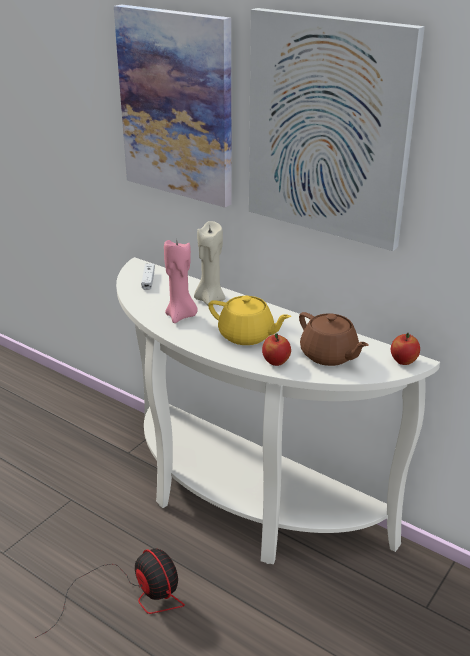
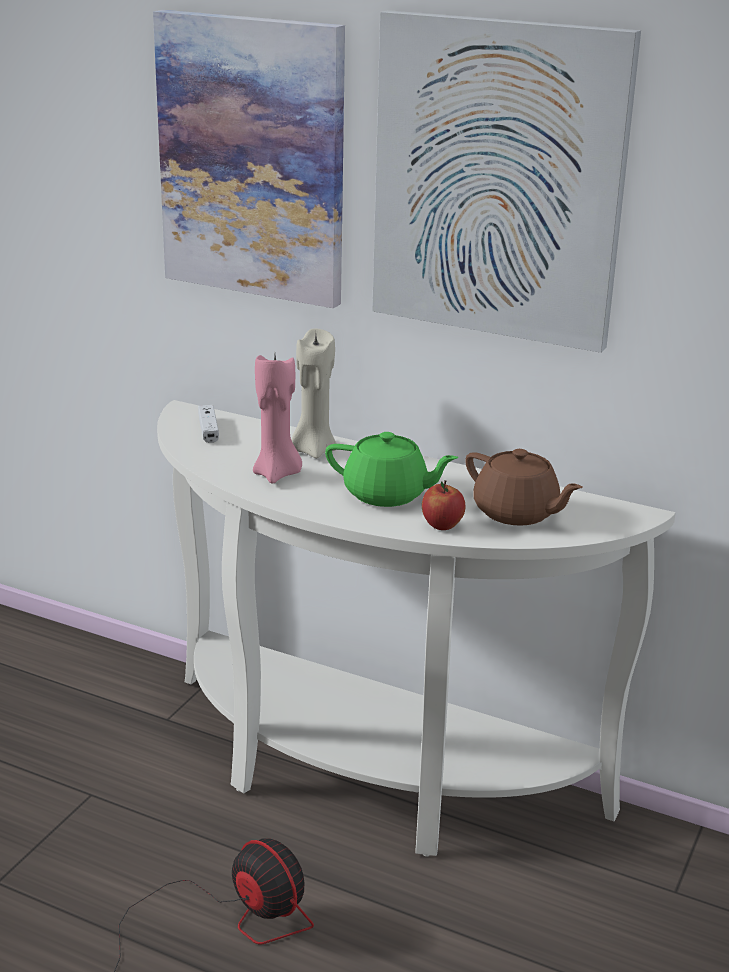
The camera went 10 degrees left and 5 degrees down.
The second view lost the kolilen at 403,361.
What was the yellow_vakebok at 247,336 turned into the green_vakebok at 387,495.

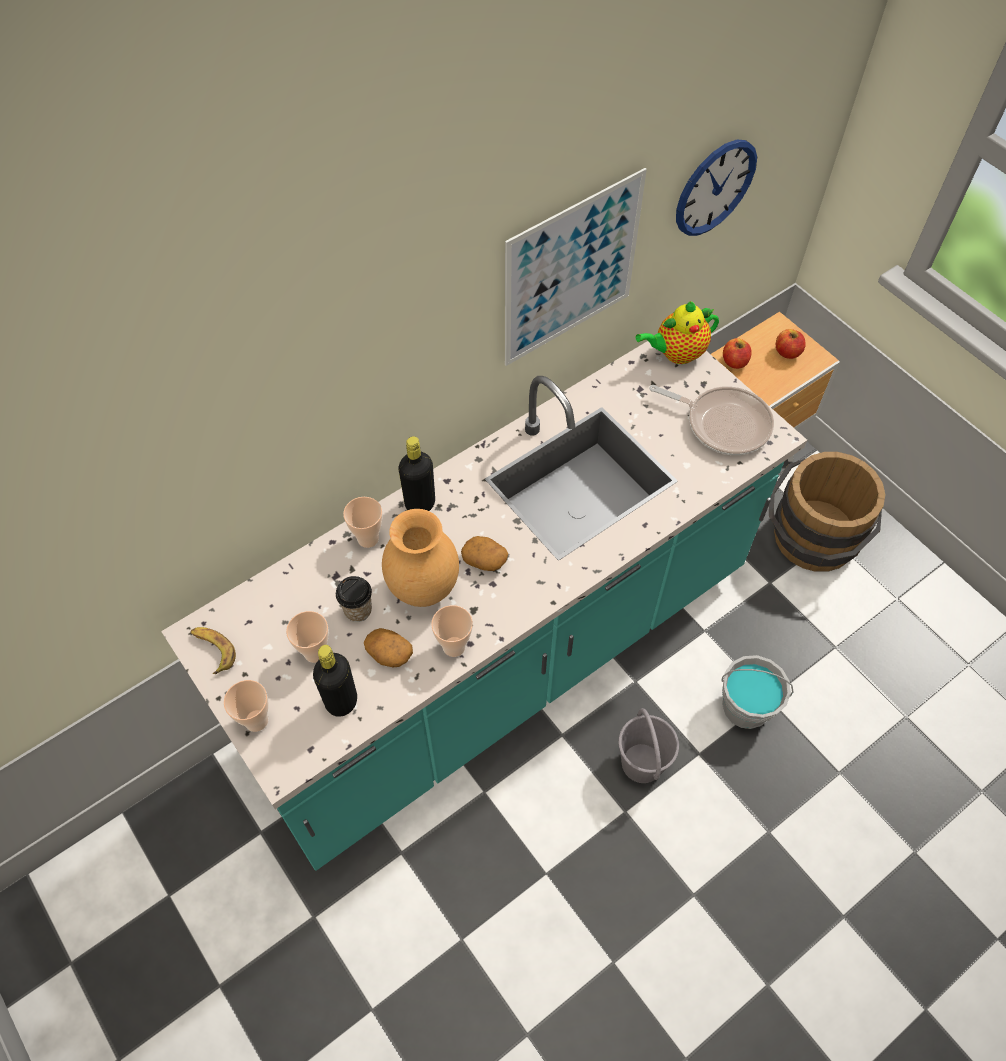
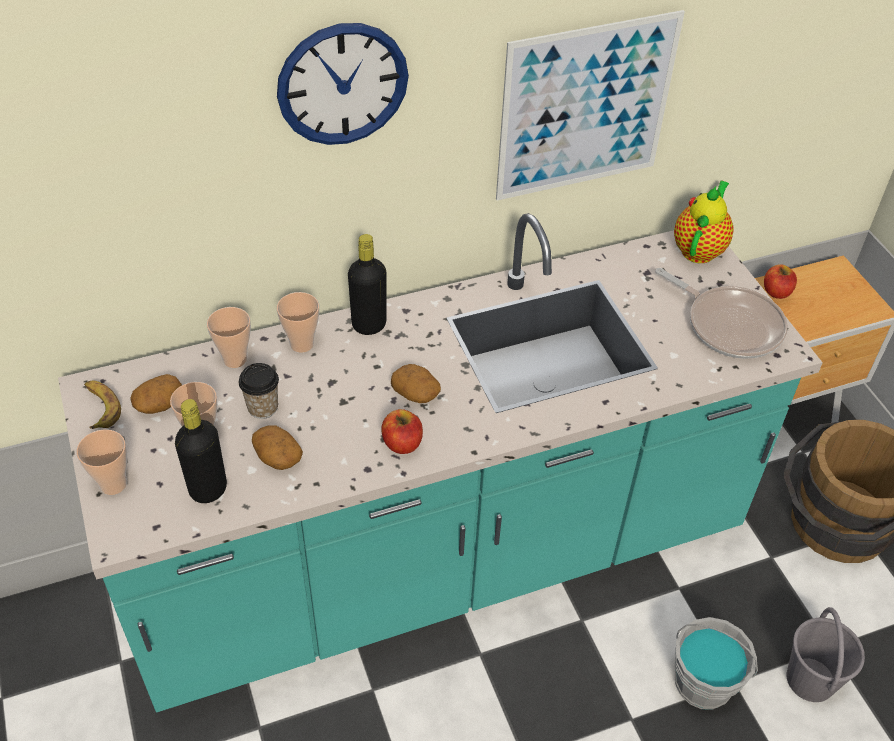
The camera went 15 degrees right and 10 degrees down.
The second view lost the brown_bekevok at 424,590.
The second view gained the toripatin at 159,404.
The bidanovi ended up elsewhere, having gone from 454,646 to 235,359.
The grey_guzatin ended up elsewhere, having gone from 641,762 to 810,679.
The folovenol ended up elsewhere, having gone from 715,188 to 342,84.
The kolilen ended up elsewhere, having gone from 787,352 to 402,443.
The vakebok at 676,354 ended up facing another way, 120 degrees clockwise from before.

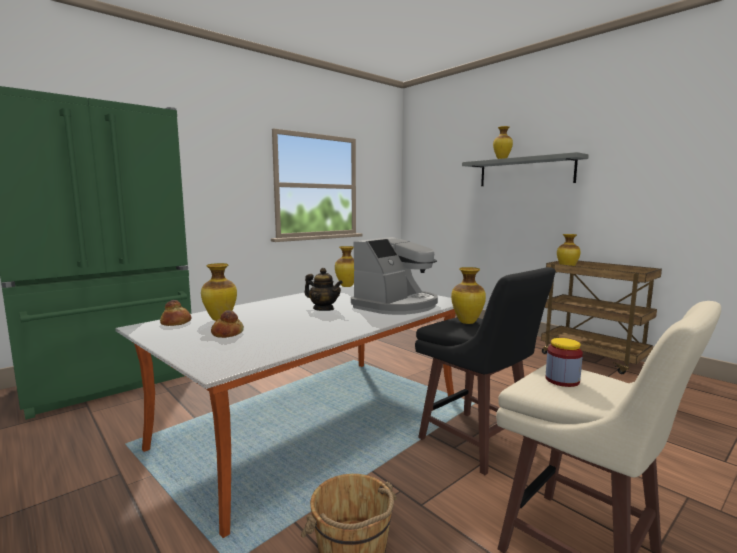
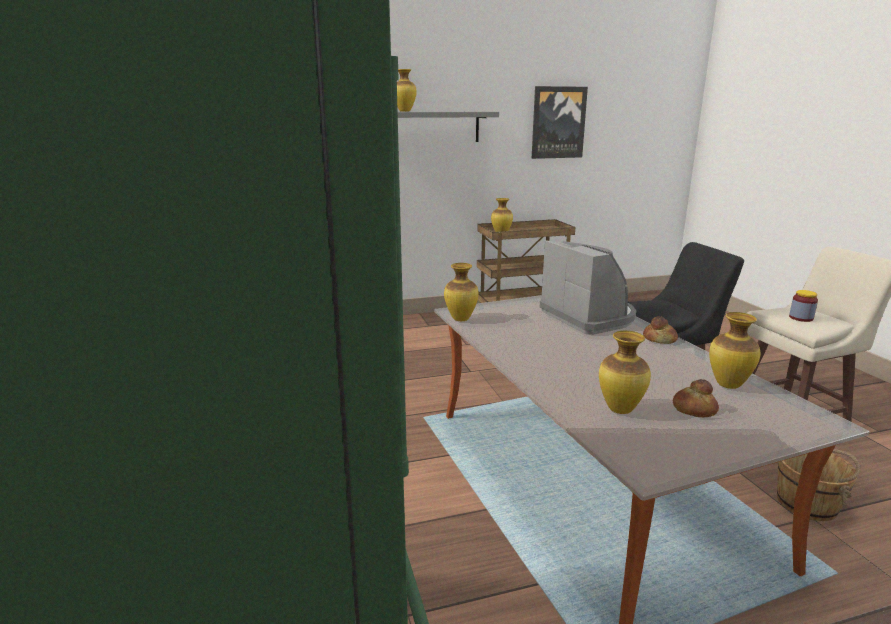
The camera went 65 degrees left and 10 degrees up.
The second view lost the vakebok at 323,309.
The second view gained the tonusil at 558,122.
The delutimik ended up elsewhere, having gone from 176,322 to 660,339.
The bekevok ended up elsewhere, having gone from 467,322 to 727,385.

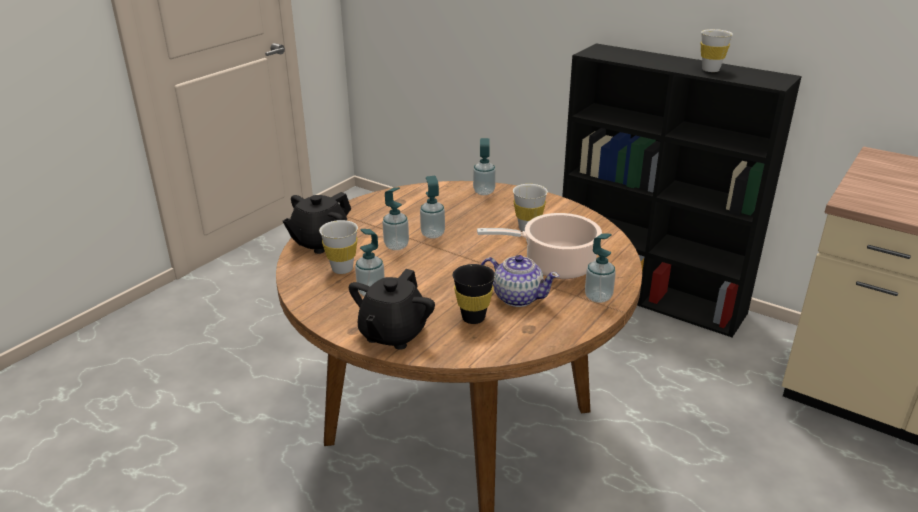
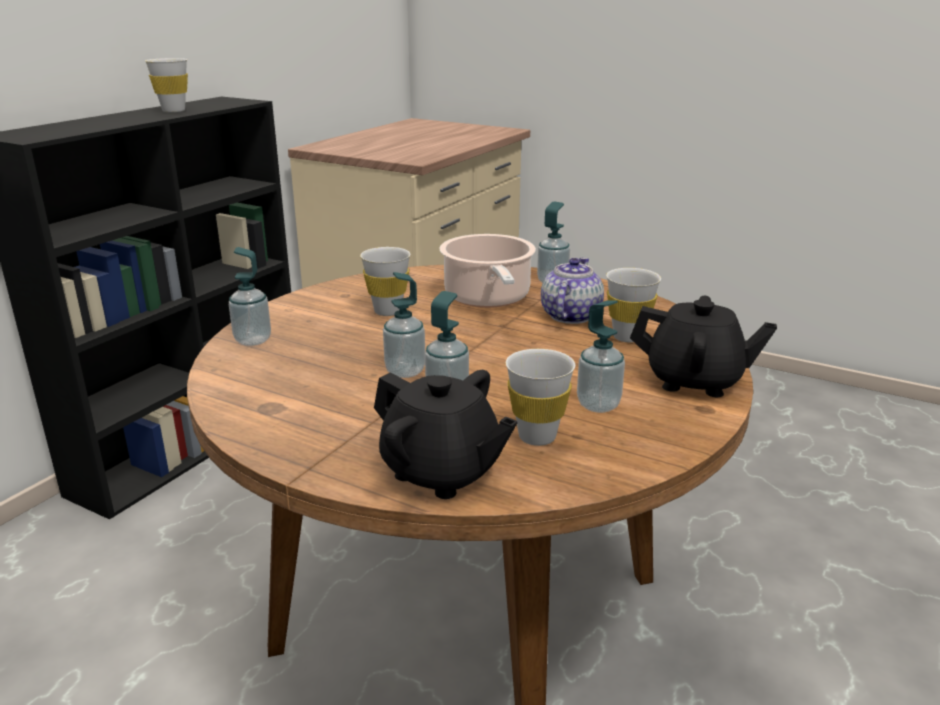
The camera went 95 degrees left and 5 degrees down.
What was the black_bidanovi at 473,318 turned into the white_bidanovi at 628,337.

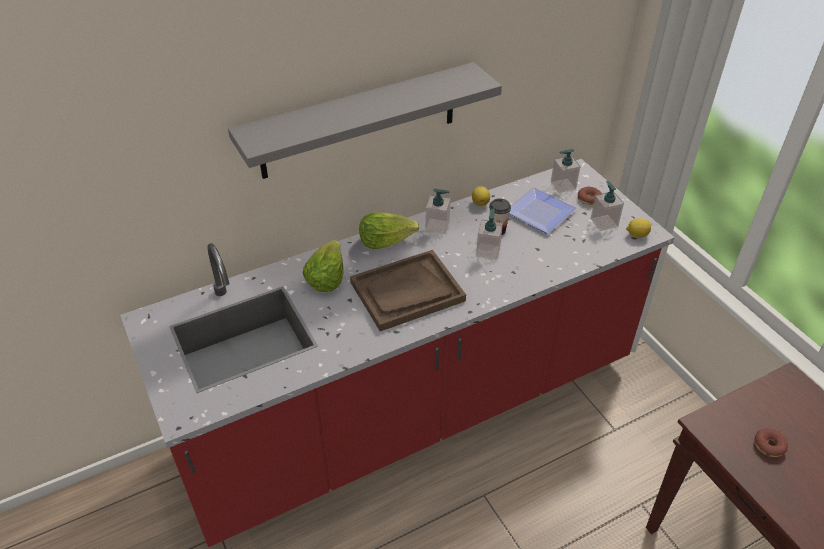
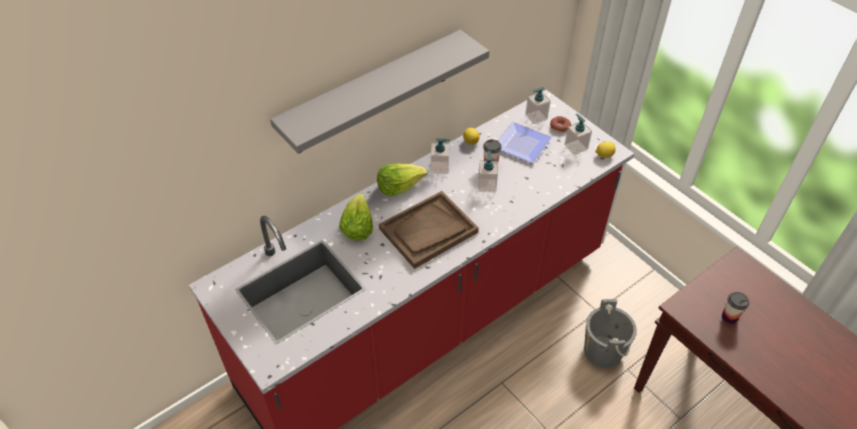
The camera went 10 degrees left and 5 degrees up.
The second view gained the grey_guzatin at 603,351.
Where the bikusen stood at 769,446, the bidanovi came to stand at 729,317.

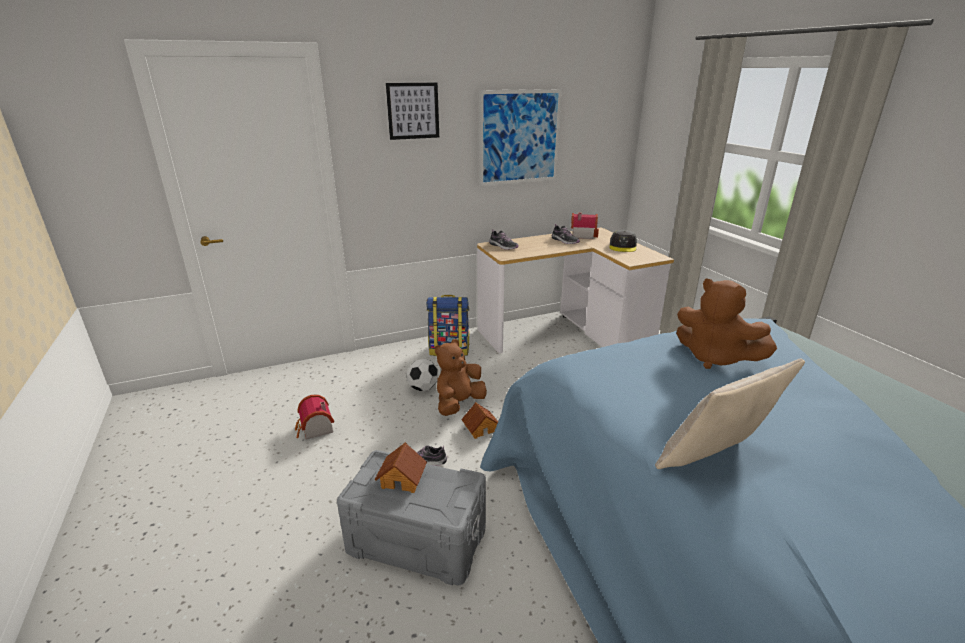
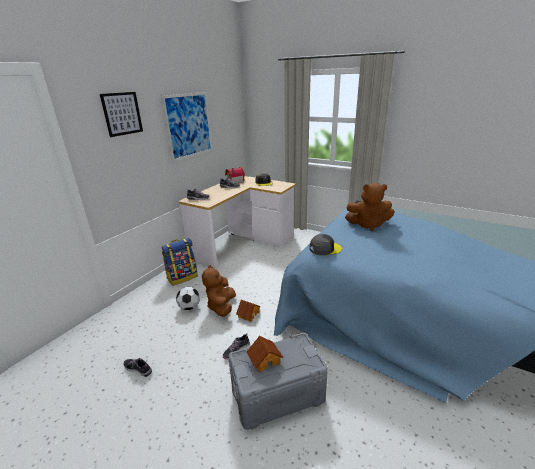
The camera went 35 degrees left and 0 degrees up.
The second view lost the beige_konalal at 714,461.
The second view gained the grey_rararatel at 325,249.
Where the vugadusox stood at 315,429, the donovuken came to stand at 138,369.

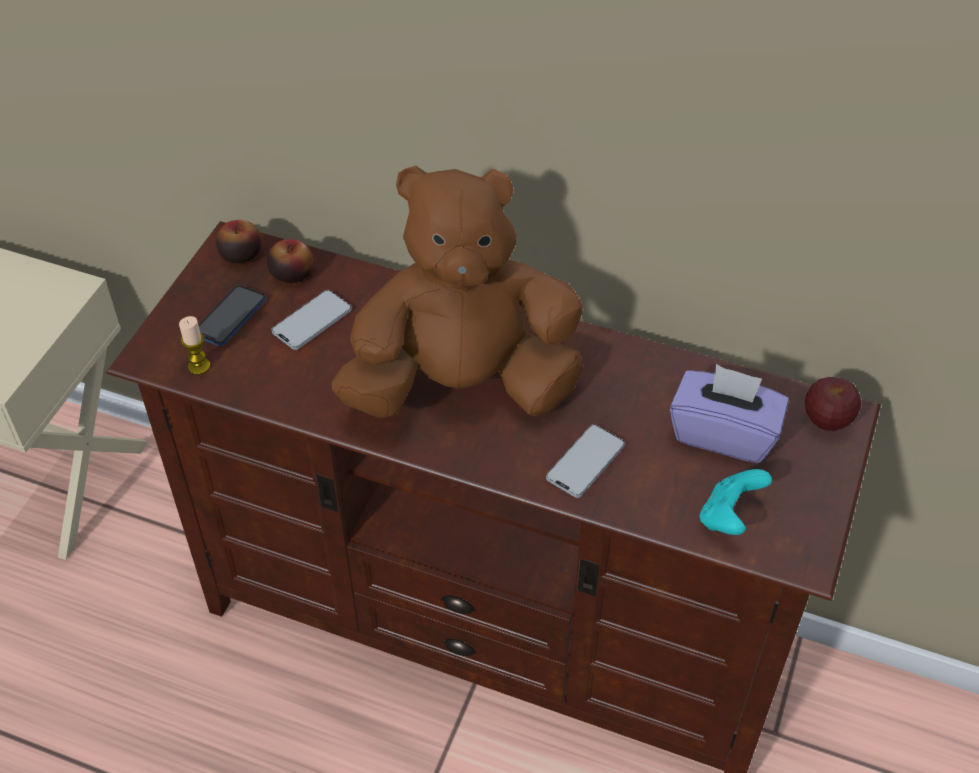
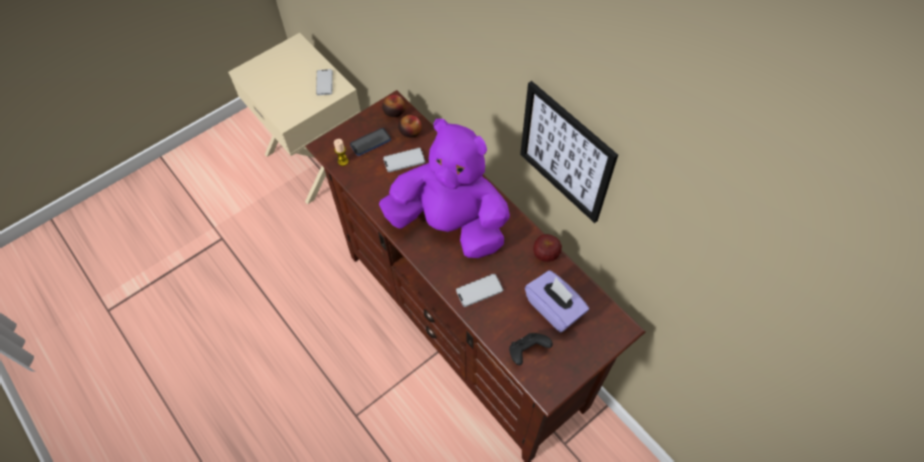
The camera went 30 degrees right and 10 degrees up.
The second view gained the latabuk at 324,83.
The second view gained the tonusil at 565,153.
The kolilen ended up elsewhere, having gone from 827,420 to 546,255.
What was the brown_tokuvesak at 463,384 turned into the purple_tokuvesak at 450,224.
What was the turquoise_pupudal at 729,516 turned into the black_pupudal at 527,351.

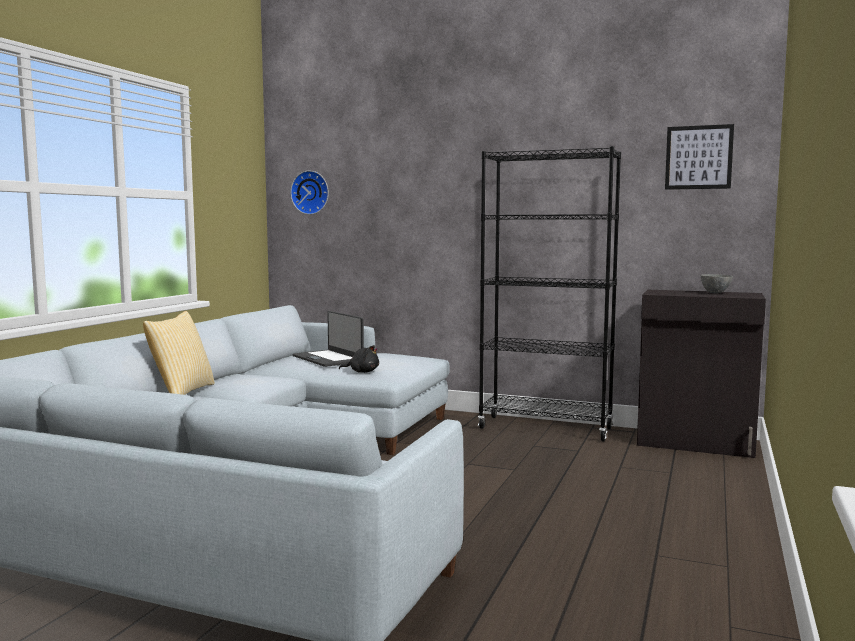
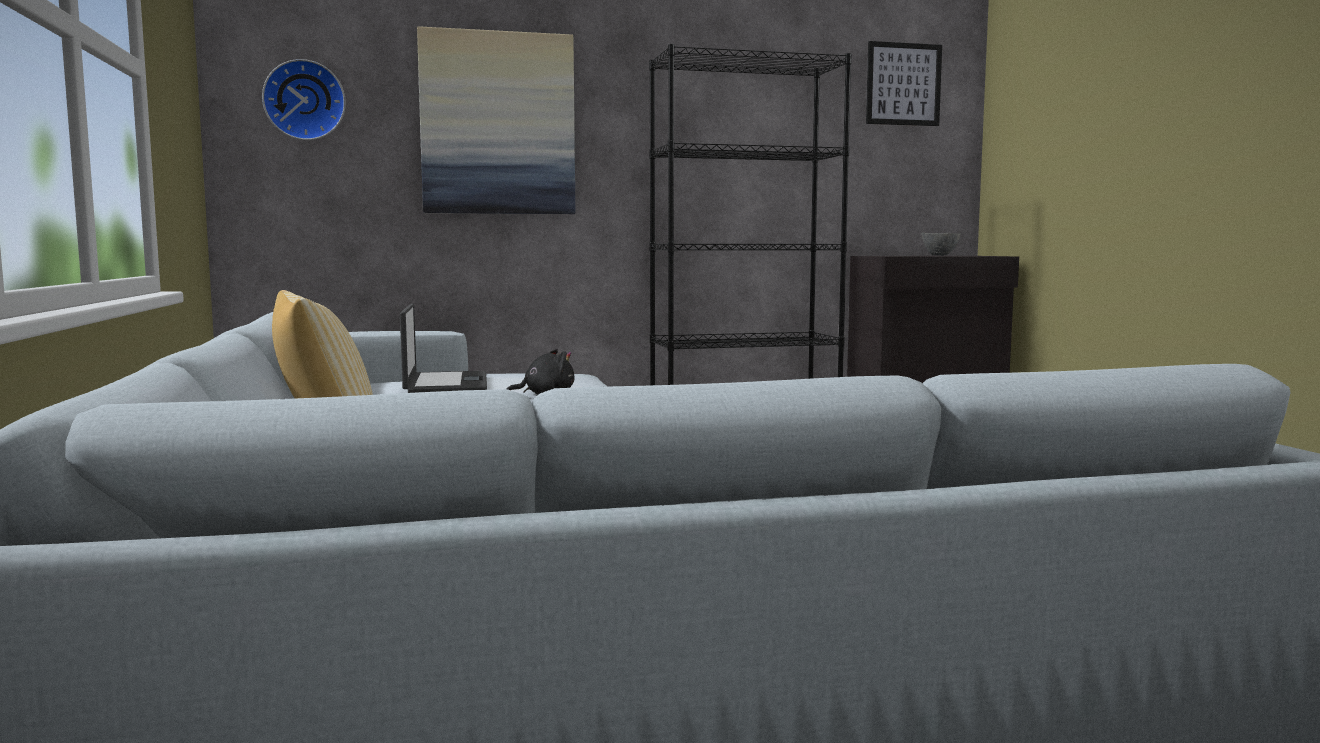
The camera went 35 degrees left and 0 degrees up.
The second view gained the tonusil at 498,124.
The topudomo at 328,359 ended up facing another way, 120 degrees counterclockwise from before.

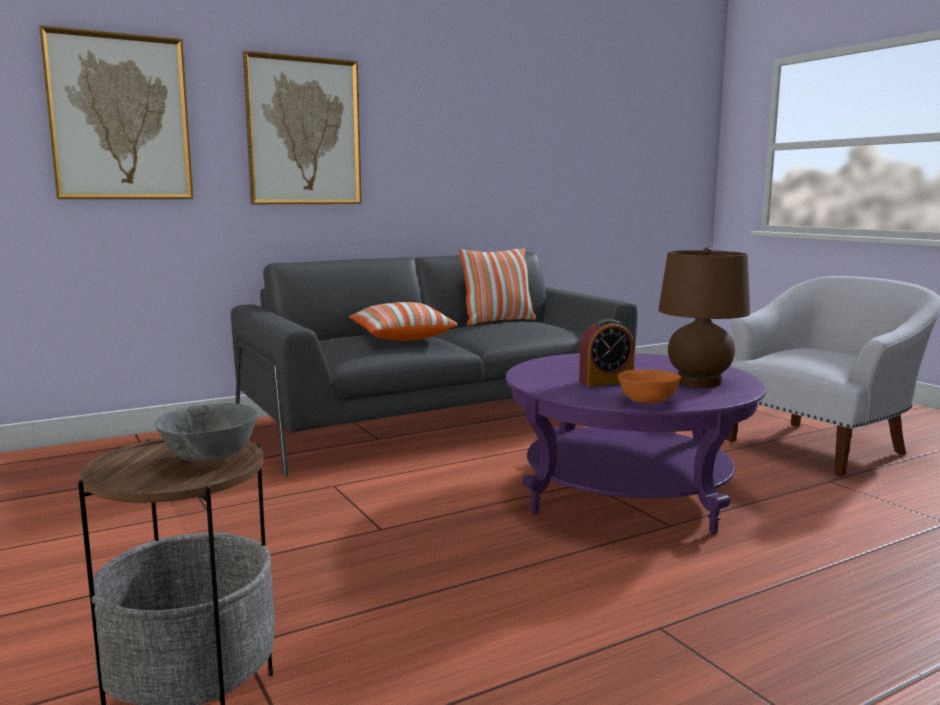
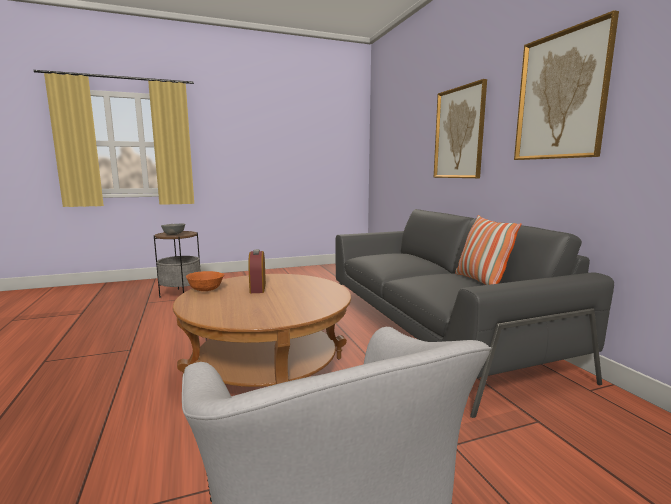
The camera went 100 degrees right and 0 degrees up.
The second view lost the konalal at 401,337.
The second view lost the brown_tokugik at 699,382.
The tonusil ended up elsewhere, having gone from 120,118 to 561,96.
What was the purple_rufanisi at 626,491 turned into the brown_rufanisi at 268,370.

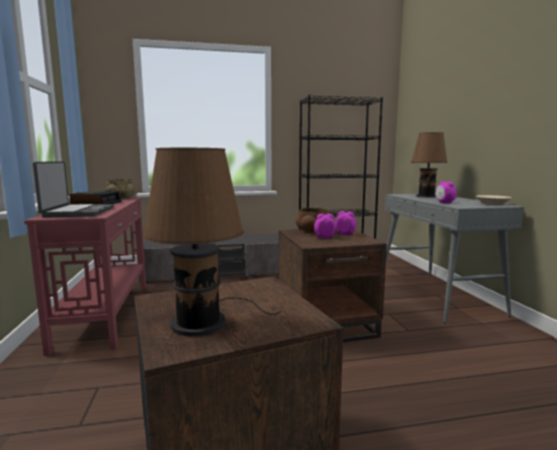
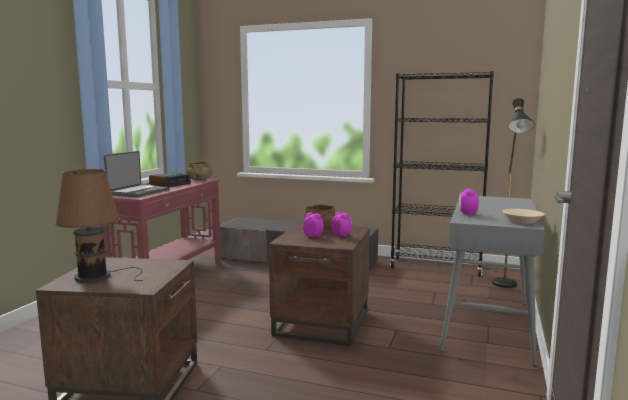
The camera went 30 degrees right and 0 degrees up.
The second view lost the brown_tokugik at 429,196.
The second view gained the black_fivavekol at 506,287.

